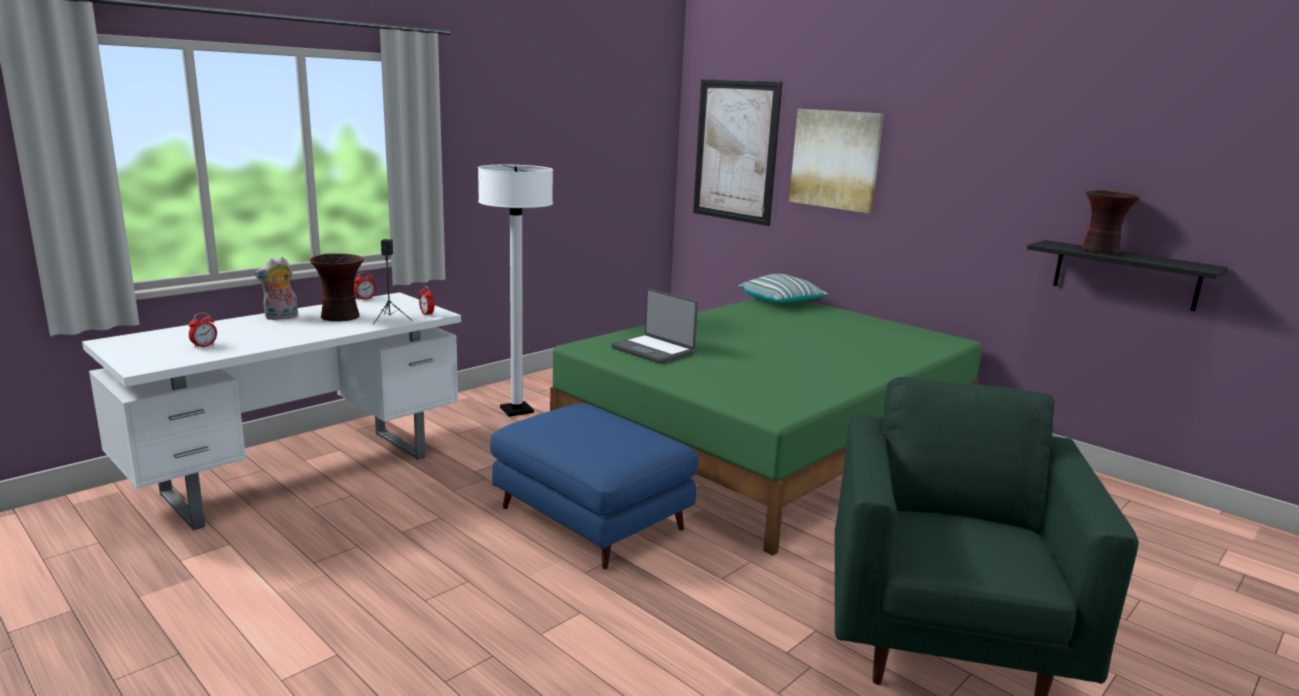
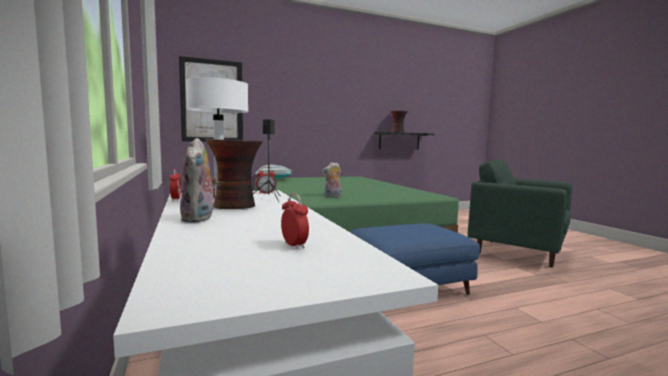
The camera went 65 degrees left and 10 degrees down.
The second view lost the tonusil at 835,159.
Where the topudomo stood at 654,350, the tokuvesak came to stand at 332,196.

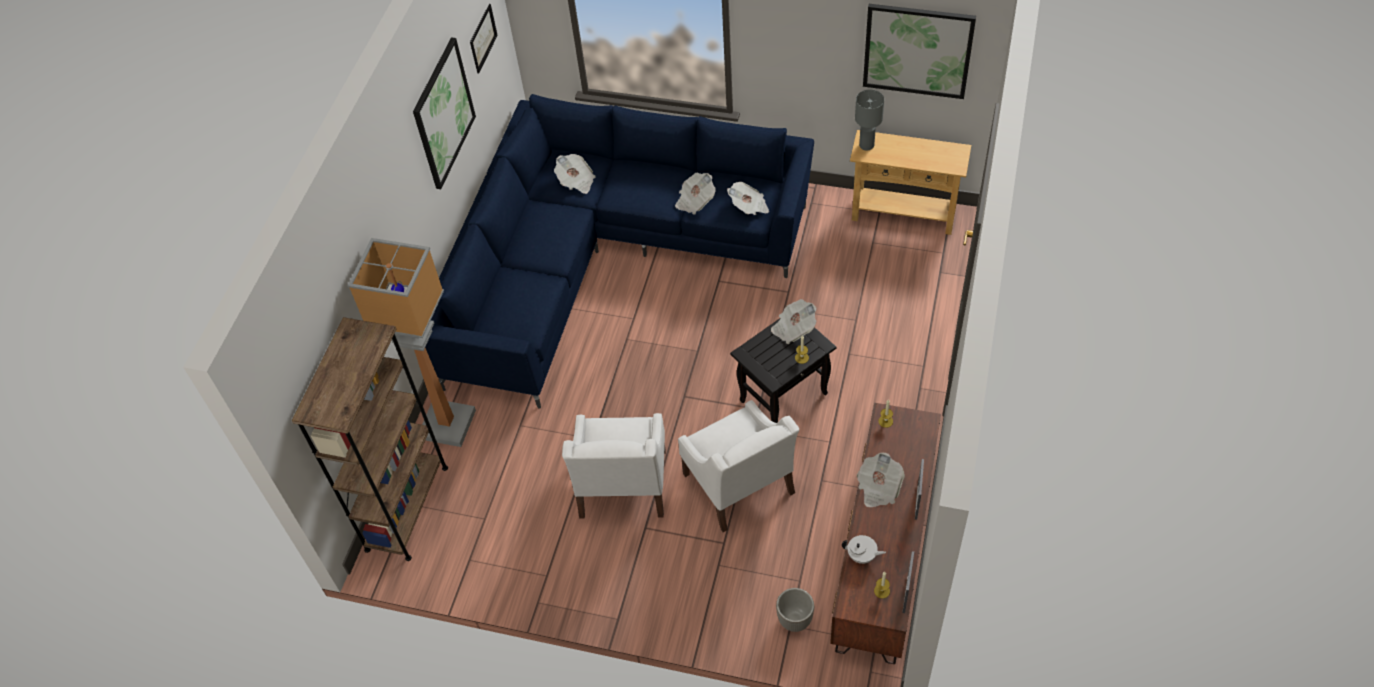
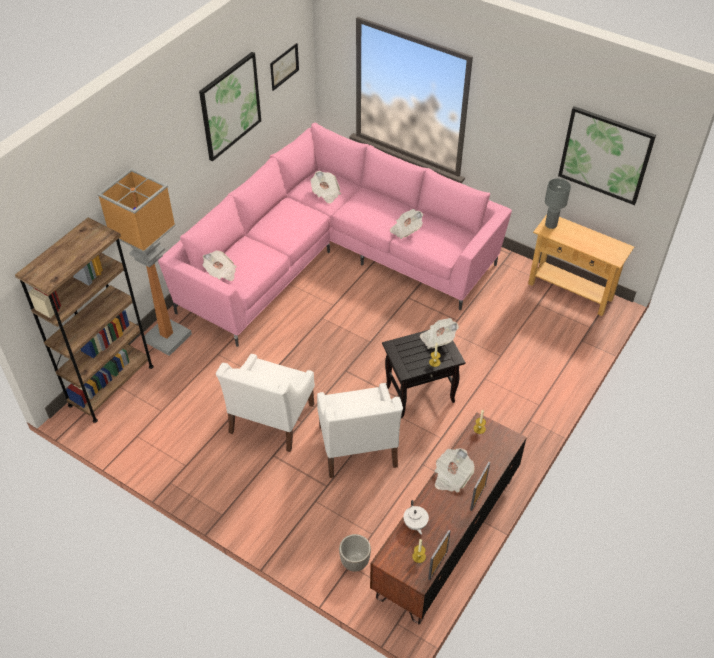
The camera went 15 degrees right and 5 degrees down.
The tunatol ended up elsewhere, having gone from 749,207 to 221,272.
What was the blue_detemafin at 604,258 turned into the pink_detemafin at 332,258.
The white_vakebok at 862,556 ended up facing another way, 45 degrees clockwise from before.

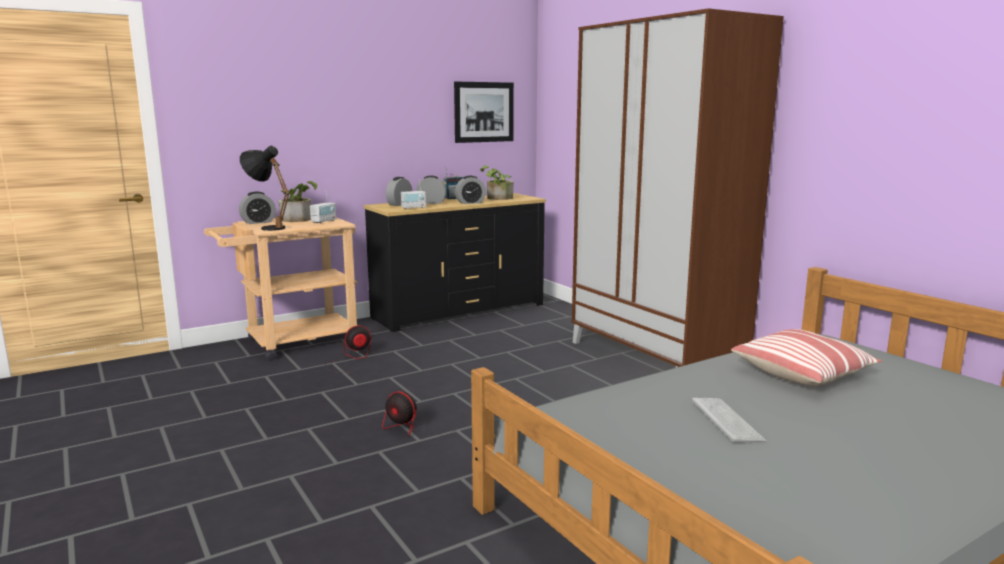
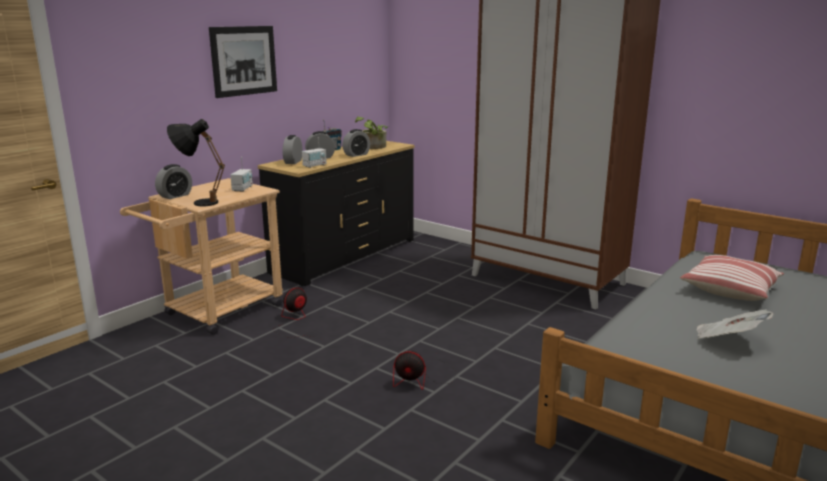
The camera went 20 degrees left and 5 degrees up.
The second view lost the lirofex at 299,218.
The tonusil ended up elsewhere, having gone from 484,112 to 244,60.
Where the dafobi stood at 726,421, the tunatol came to stand at 727,340.

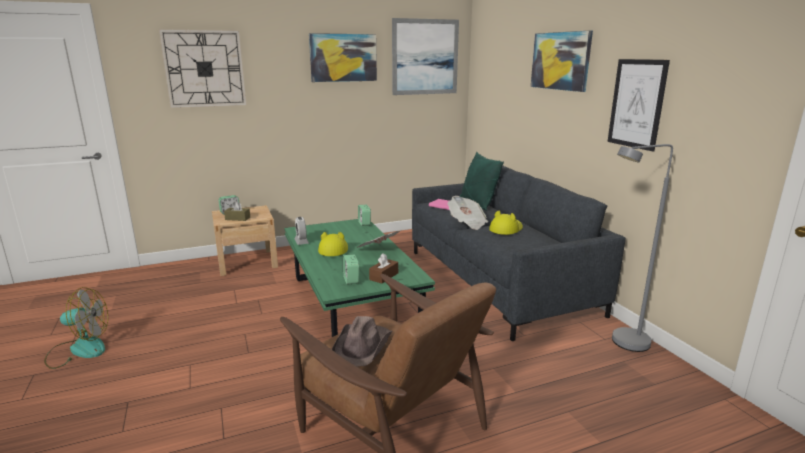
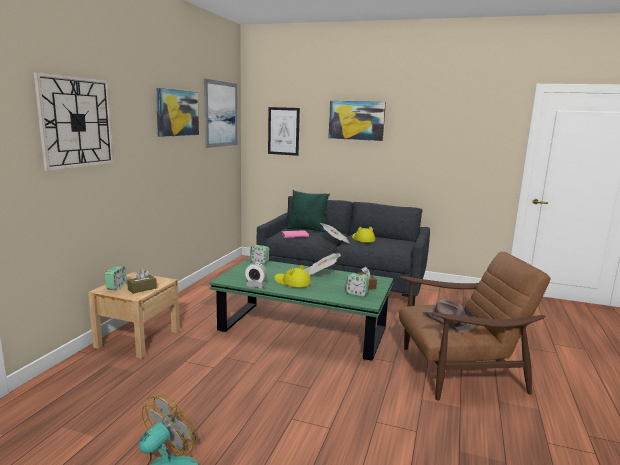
The camera went 50 degrees left and 5 degrees down.
The second view lost the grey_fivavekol at 623,344.
The tonusil ended up elsewhere, having gone from 636,104 to 283,131.

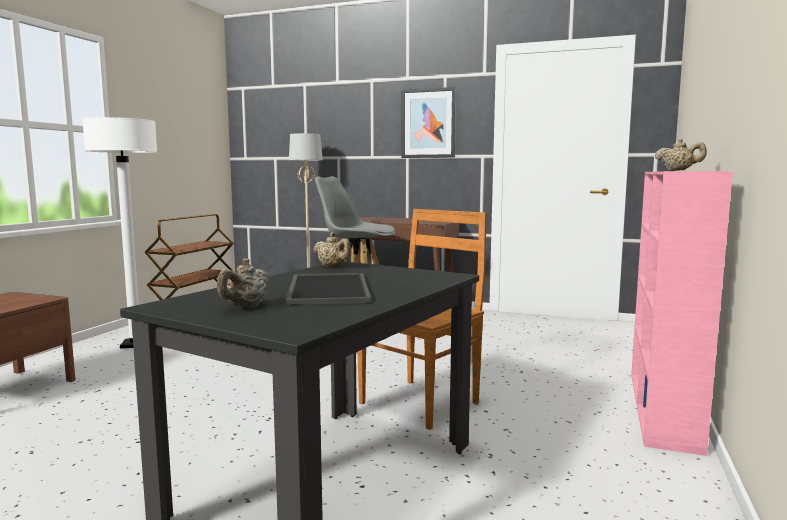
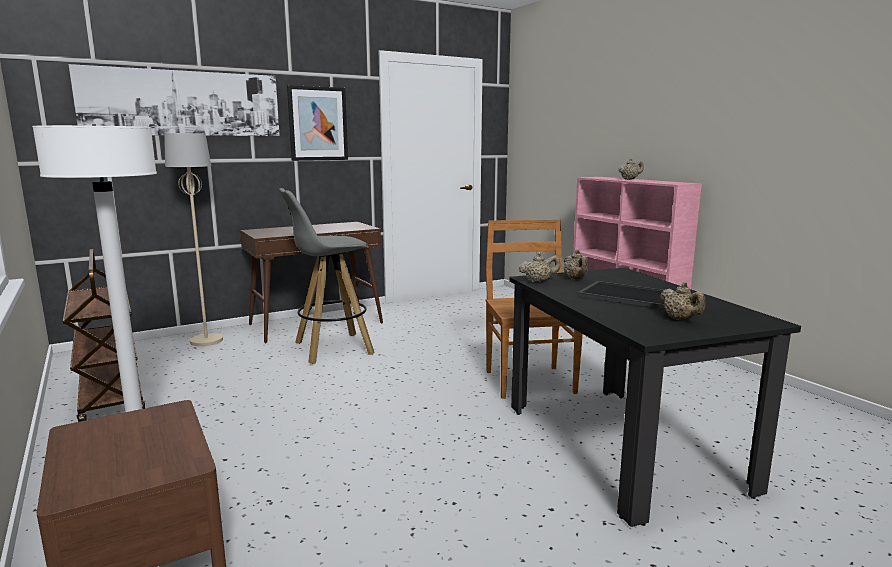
The camera went 50 degrees left and 5 degrees up.
The second view gained the tonusil at 183,103.
The second view gained the beige_vakebok at 575,278.

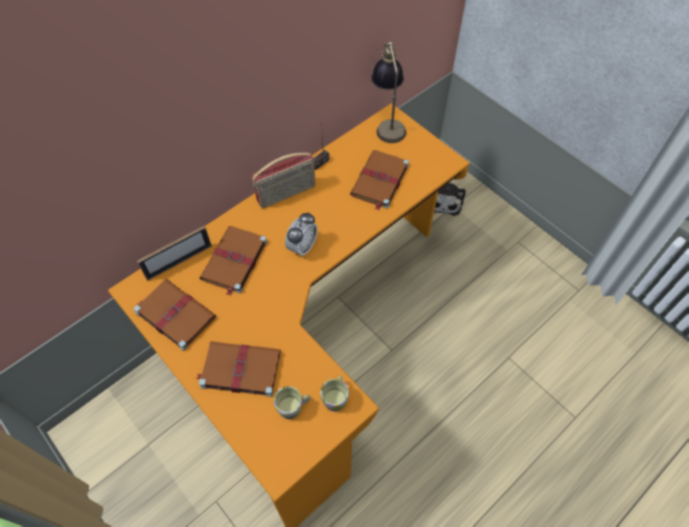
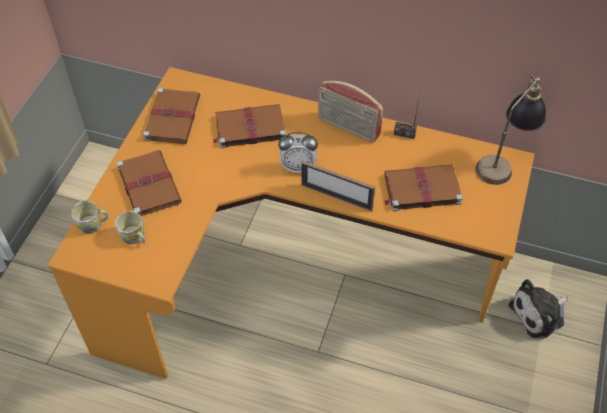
The camera went 60 degrees right and 5 degrees down.
The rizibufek ended up elsewhere, having gone from 179,262 to 336,197.
The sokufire ended up elsewhere, having gone from 336,396 to 93,224.

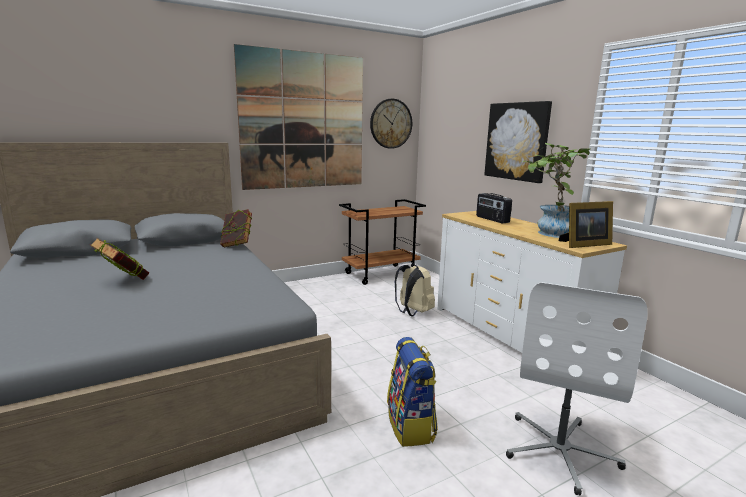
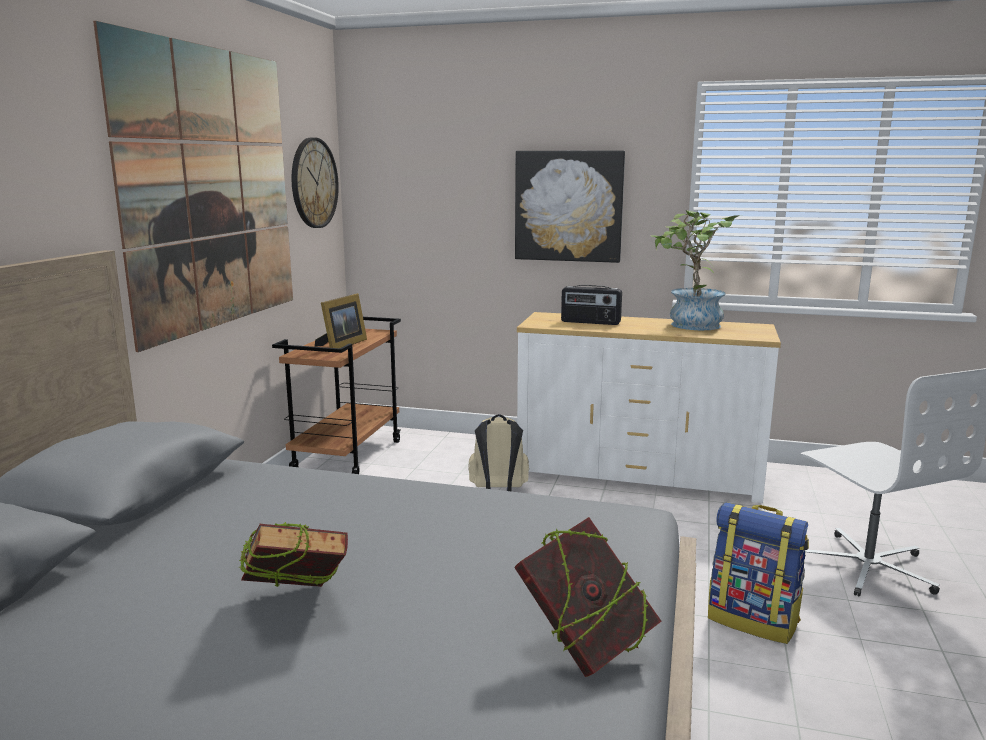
The camera went 45 degrees left and 0 degrees up.
The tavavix ended up elsewhere, having gone from 237,245 to 585,647.
The rizibufek ended up elsewhere, having gone from 584,244 to 342,345.

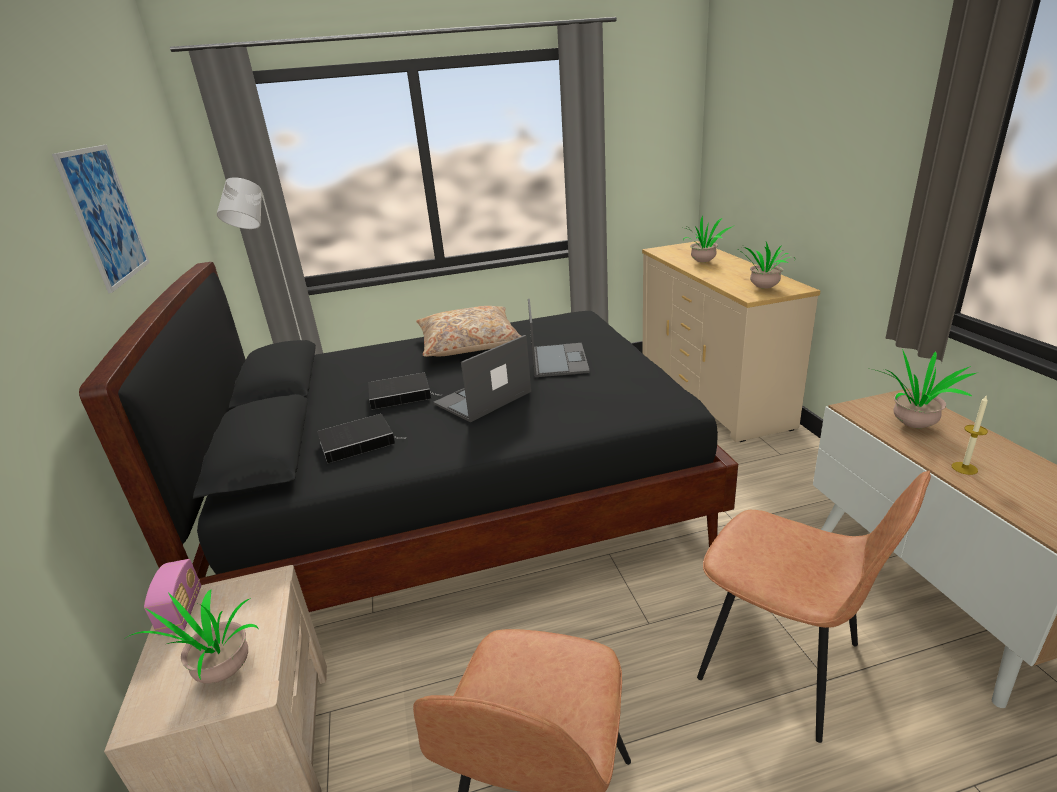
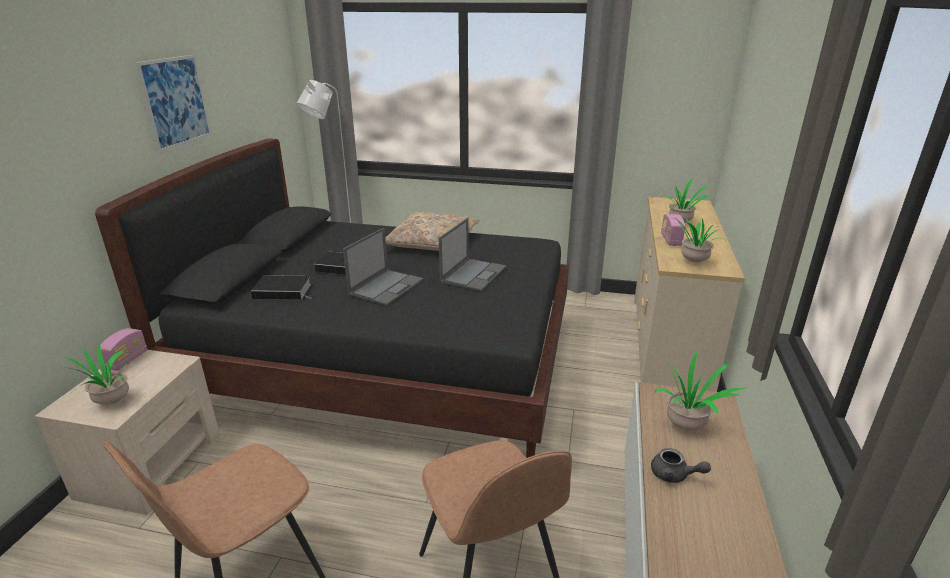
The camera went 25 degrees right and 0 degrees up.
The second view gained the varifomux at 670,240.
Where the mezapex stood at 964,468, the grey_vakebok came to stand at 674,475.
The topudomo at 482,398 ended up facing another way, 135 degrees clockwise from before.

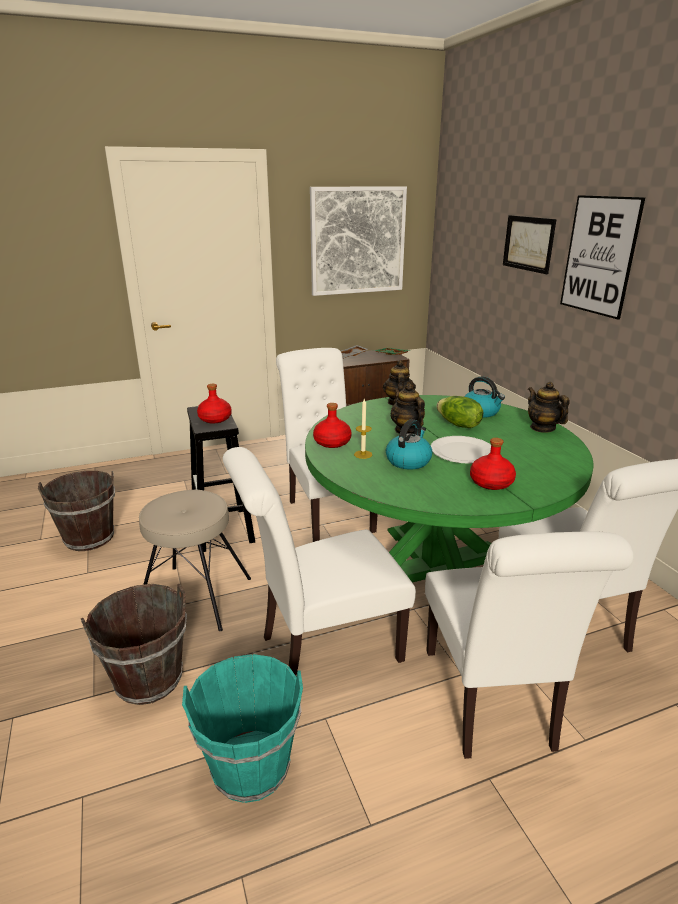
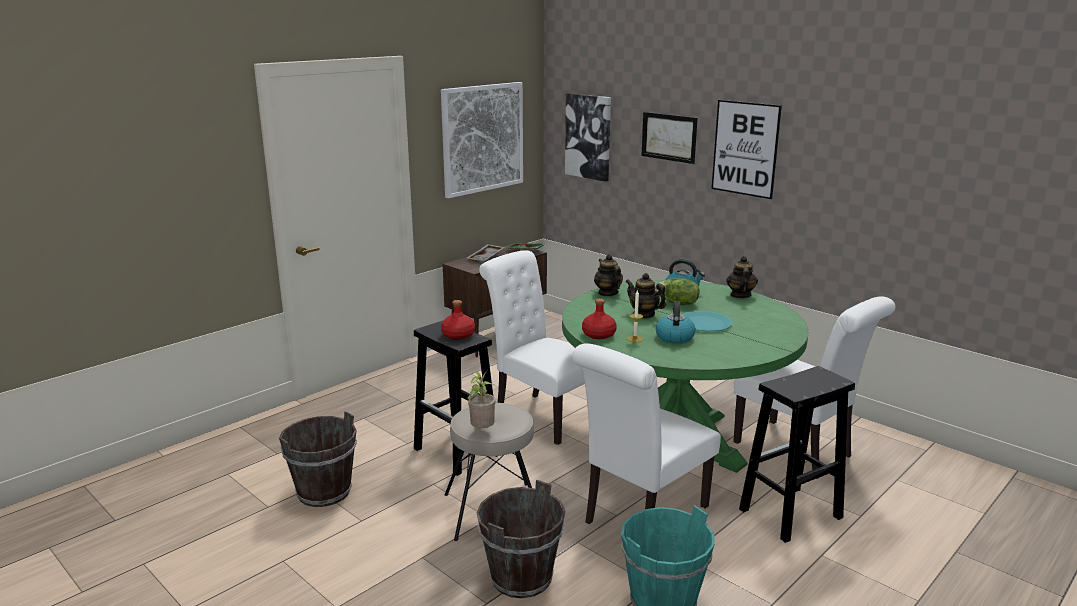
The camera went 25 degrees left and 5 degrees down.
The second view lost the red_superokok at 491,482.
The second view gained the lirofex at 482,430.
The second view gained the tonusil at 588,136.
Where the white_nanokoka stood at 491,704, the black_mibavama came to stand at 789,514.
What was the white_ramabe at 462,451 turned into the turquoise_ramabe at 704,323.
The vakebok at 542,428 ended up facing another way, 60 degrees clockwise from before.

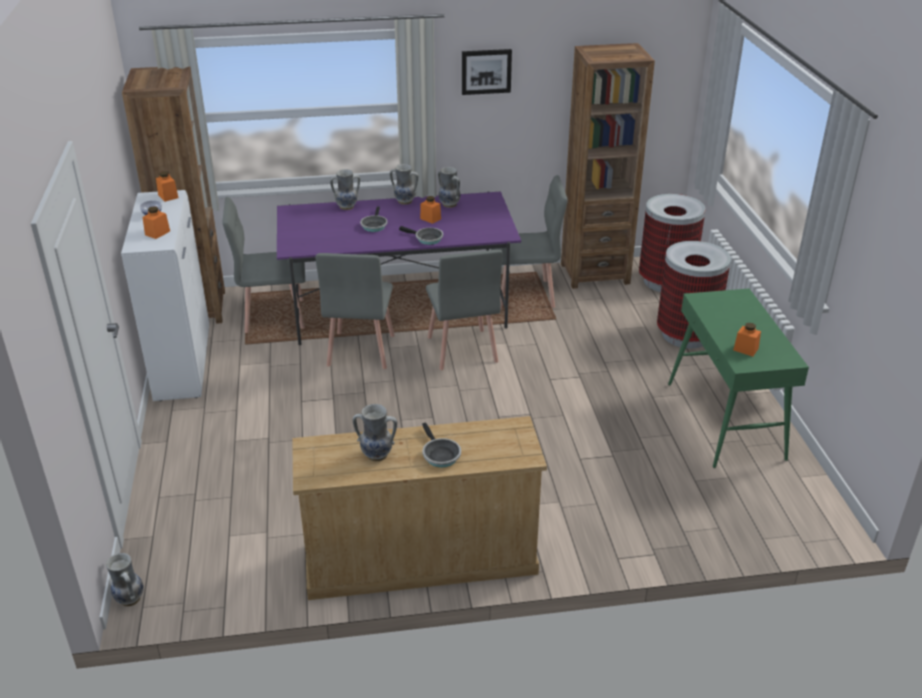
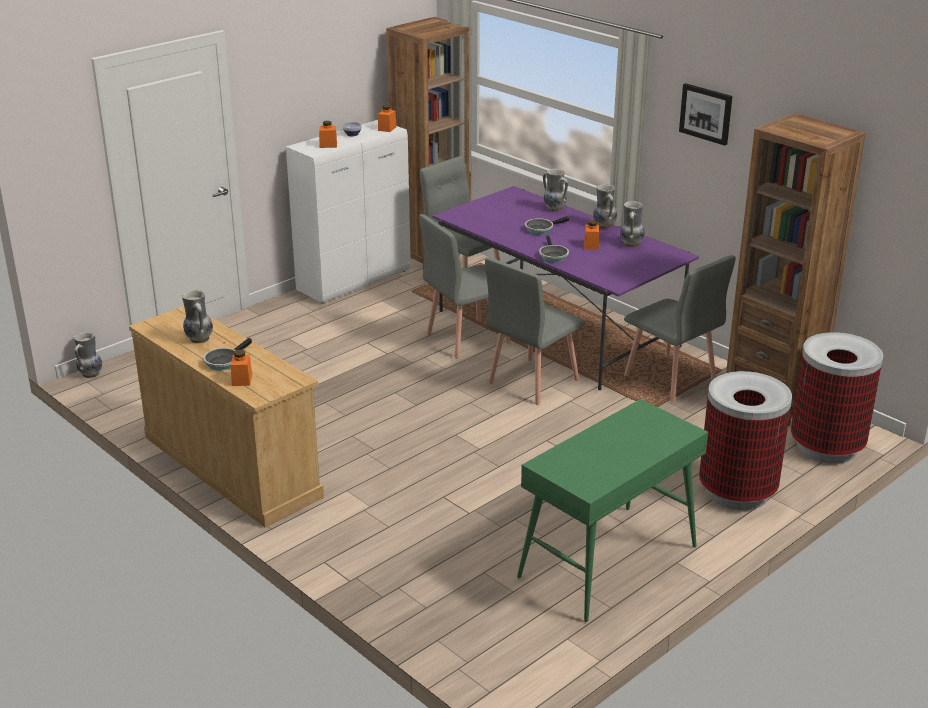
The camera went 55 degrees right and 5 degrees down.
The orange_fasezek ended up elsewhere, having gone from 745,349 to 242,380.

